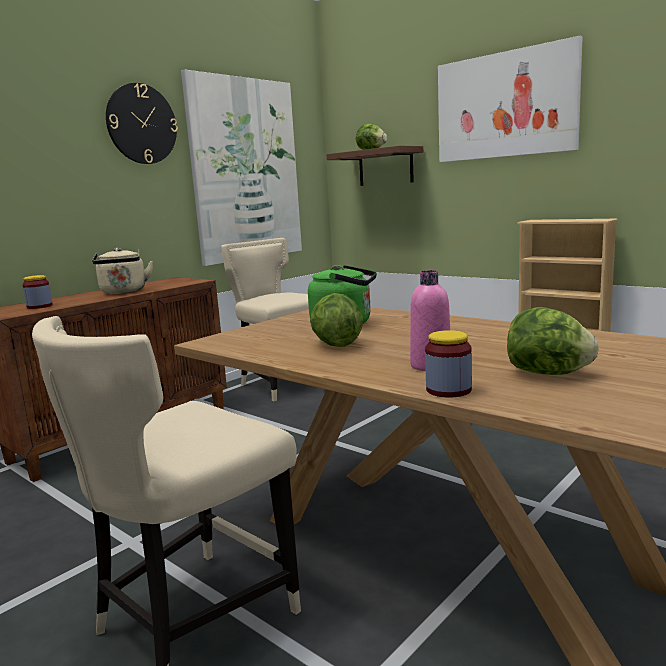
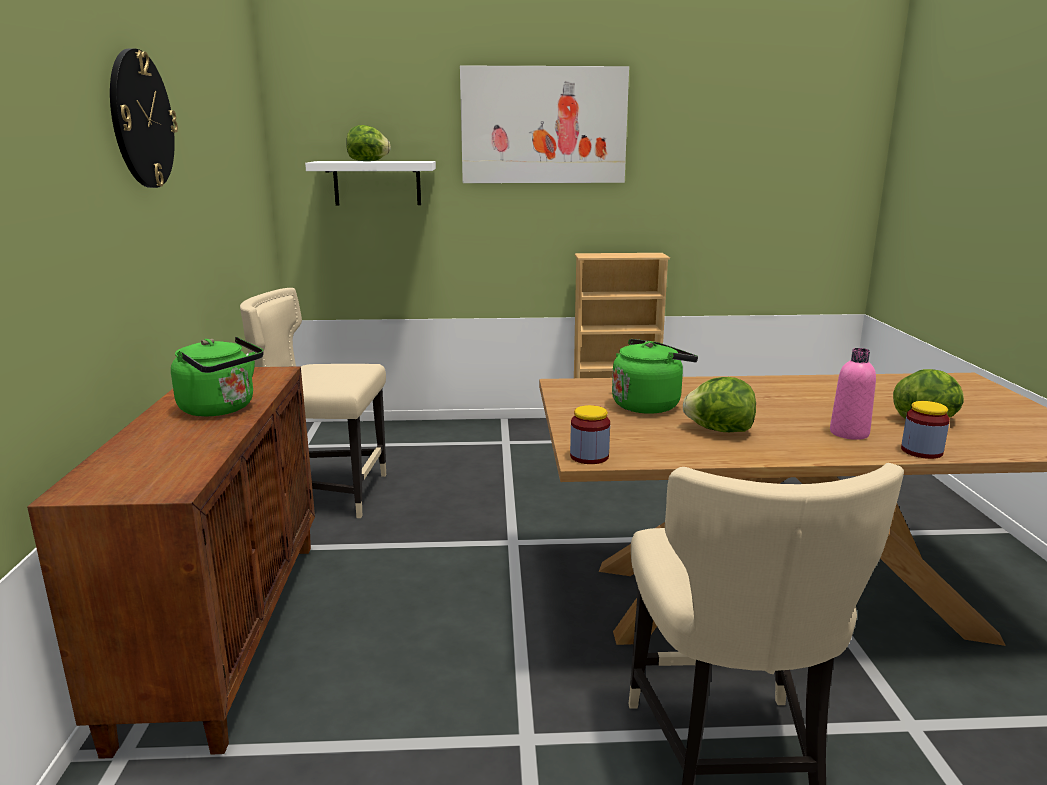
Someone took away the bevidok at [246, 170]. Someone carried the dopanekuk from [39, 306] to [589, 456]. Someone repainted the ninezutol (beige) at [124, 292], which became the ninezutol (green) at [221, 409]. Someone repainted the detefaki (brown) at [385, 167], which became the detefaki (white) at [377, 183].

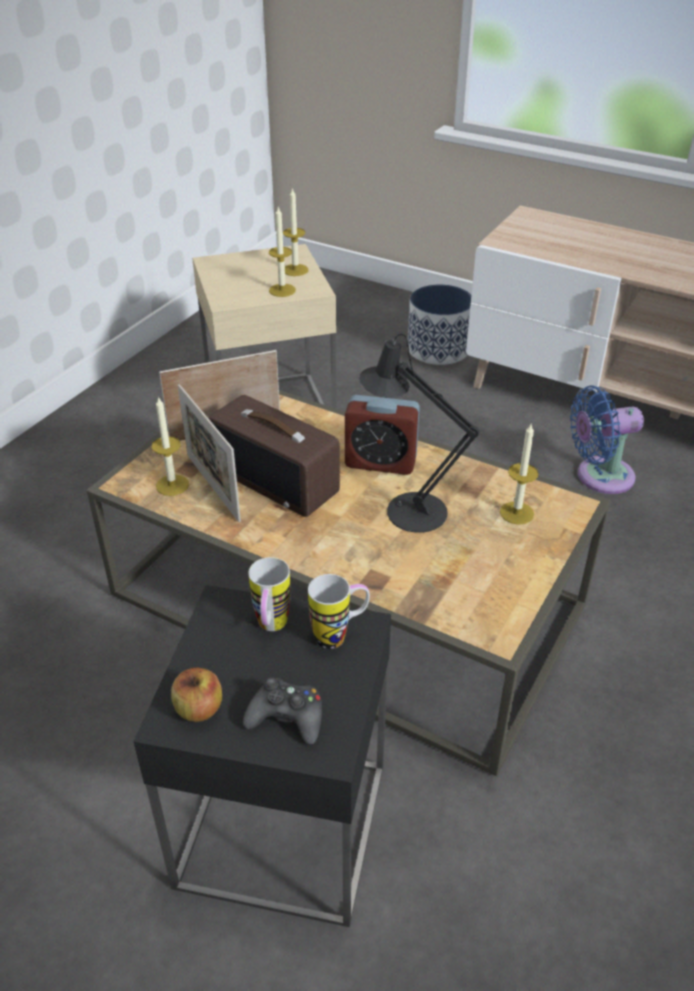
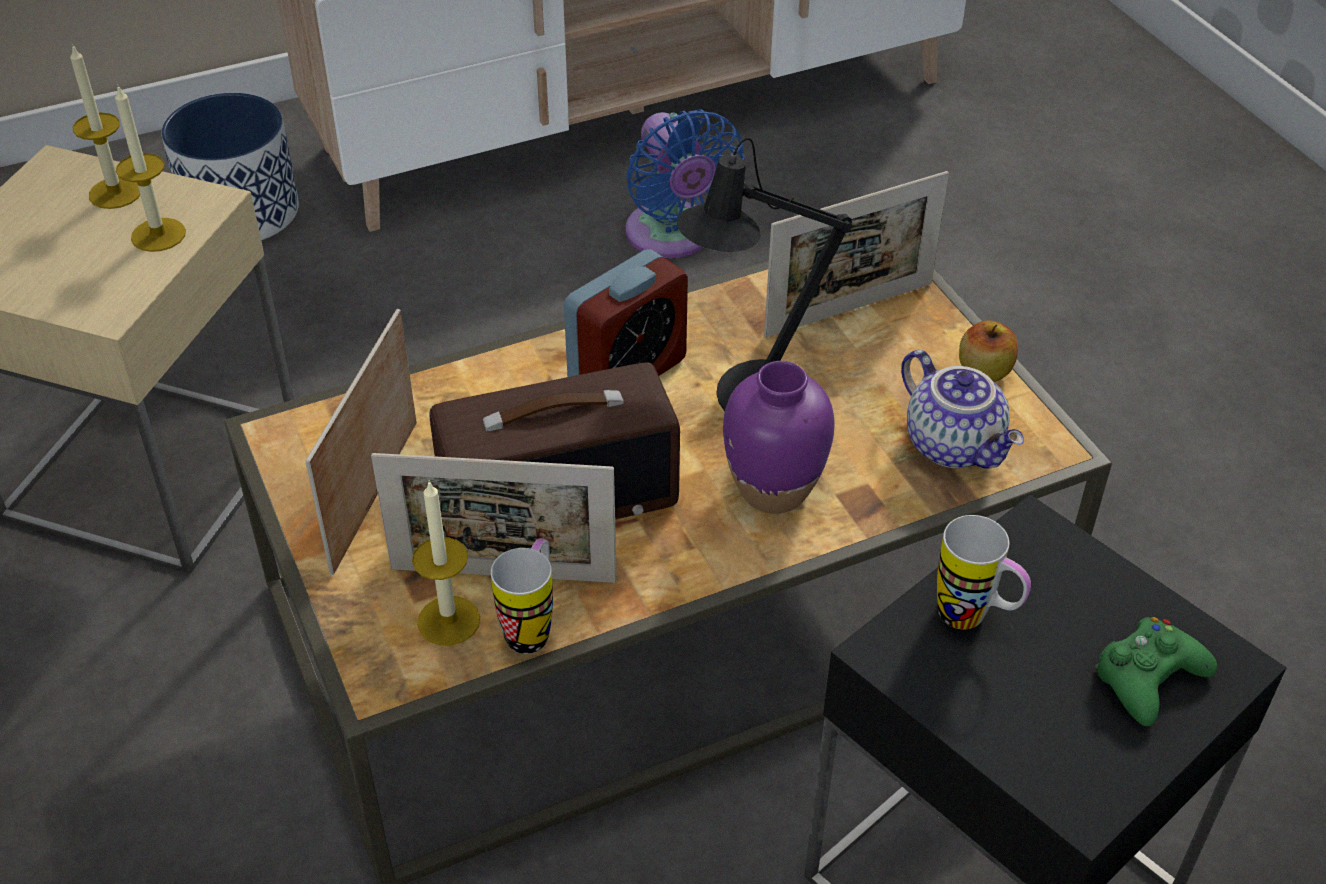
Someone put down the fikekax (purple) at [772, 490]. Someone put down the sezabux at [955, 445]. Someone carried the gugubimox from [199, 709] to [984, 372]. Someone carried the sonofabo from [339, 636] to [532, 626]. Someone swapped the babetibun at [516, 513] for the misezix at [849, 309]. Someone repainted the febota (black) at [287, 717], which became the febota (green) at [1148, 678]. Someone rotated the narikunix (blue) at [599, 477] by 45 degrees counterclockwise.

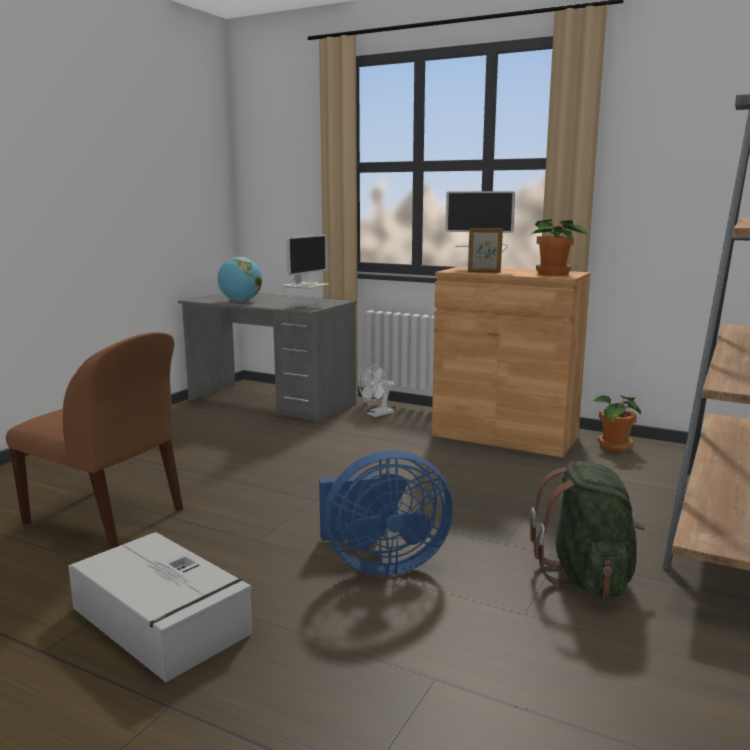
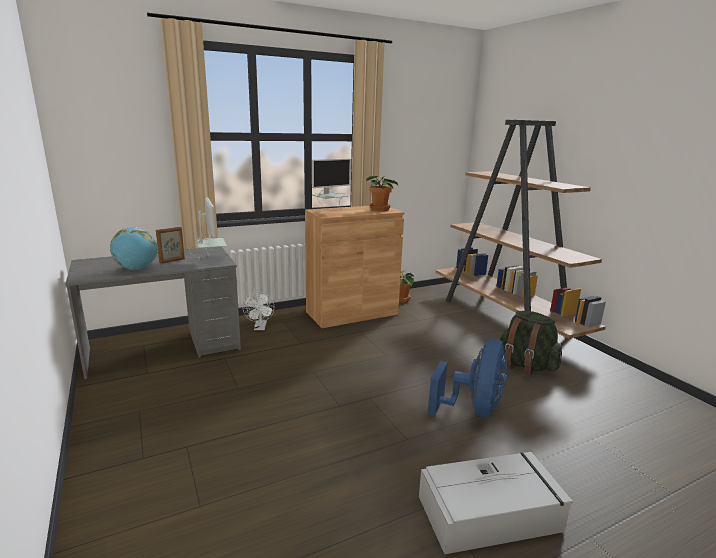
Someone took away the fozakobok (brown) at [107, 517]. Someone carried the misezix from [484, 272] to [172, 261].

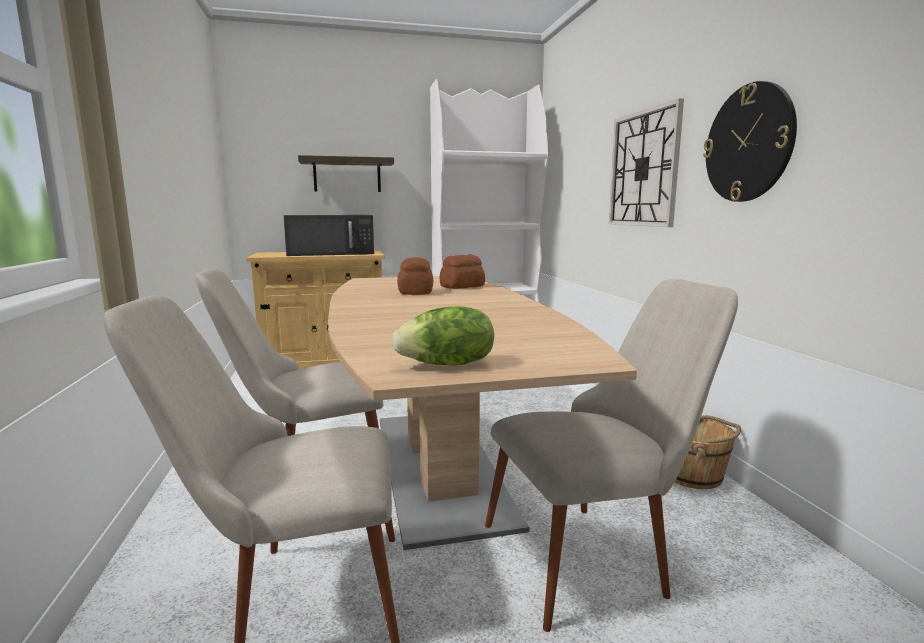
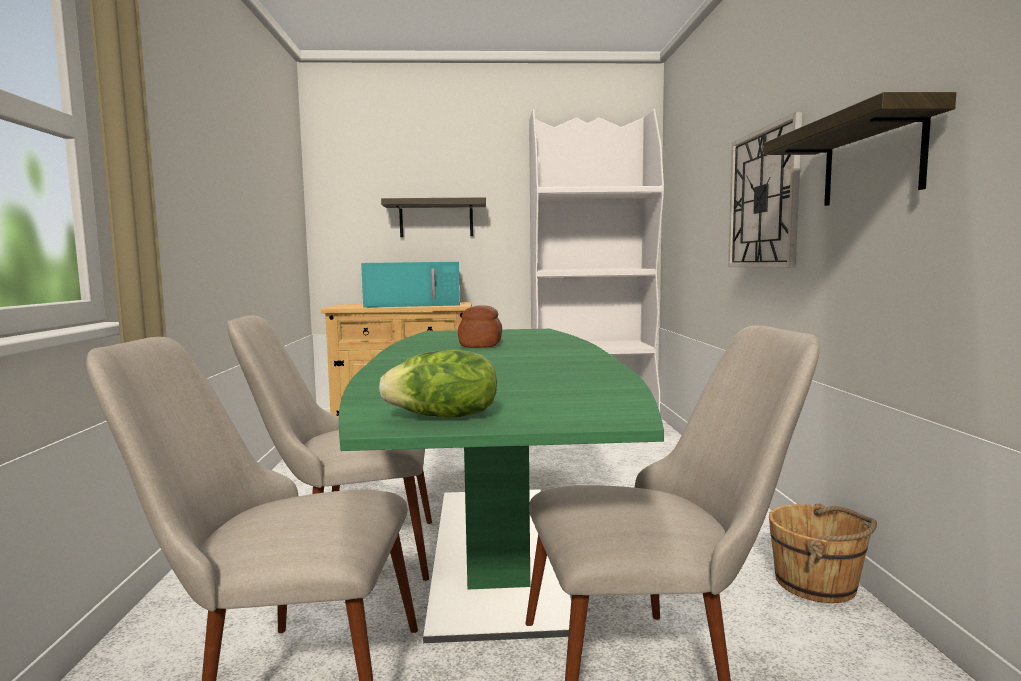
Someone took away the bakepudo at [461, 286]. Someone swapped the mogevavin at [748, 143] for the detefaki at [872, 160]. Someone repainted the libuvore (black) at [332, 253], which became the libuvore (turquoise) at [414, 304]. Someone repainted the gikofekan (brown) at [439, 466], which became the gikofekan (green) at [495, 551].

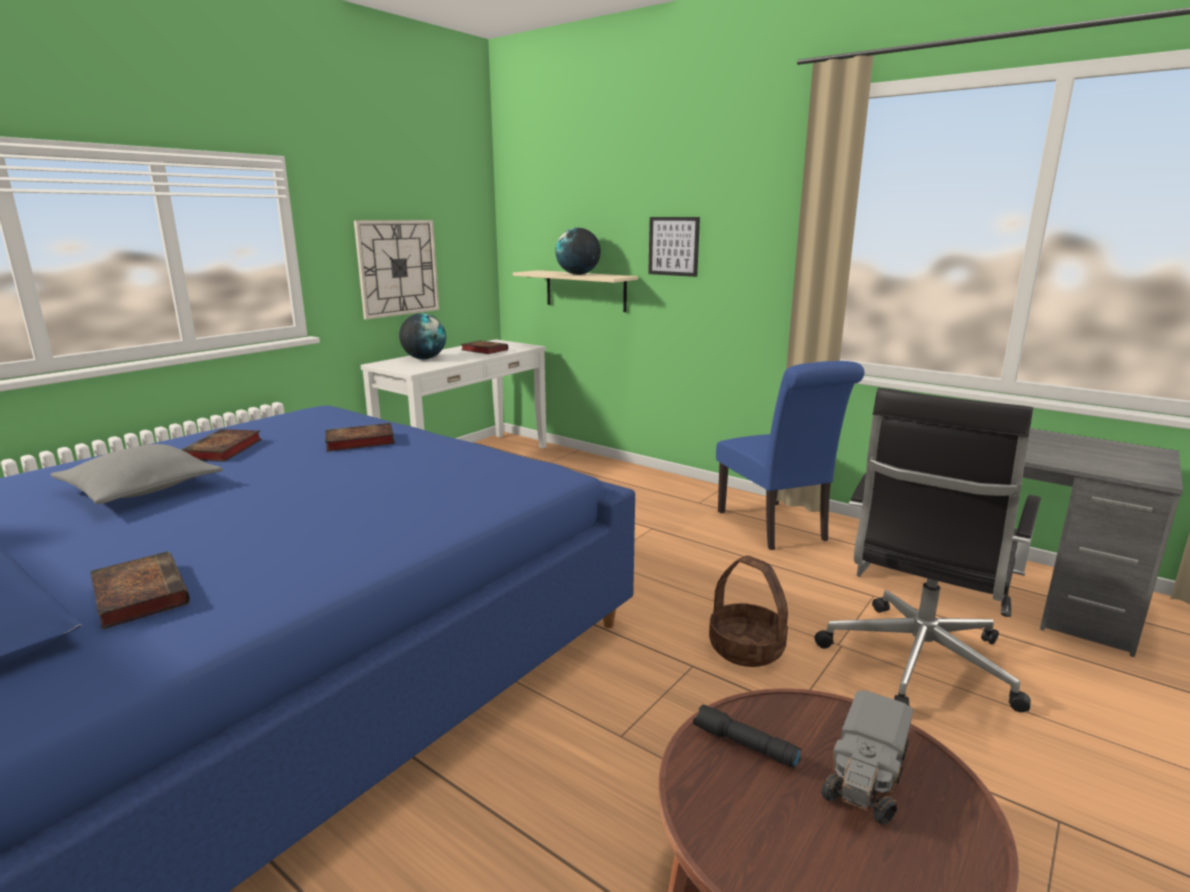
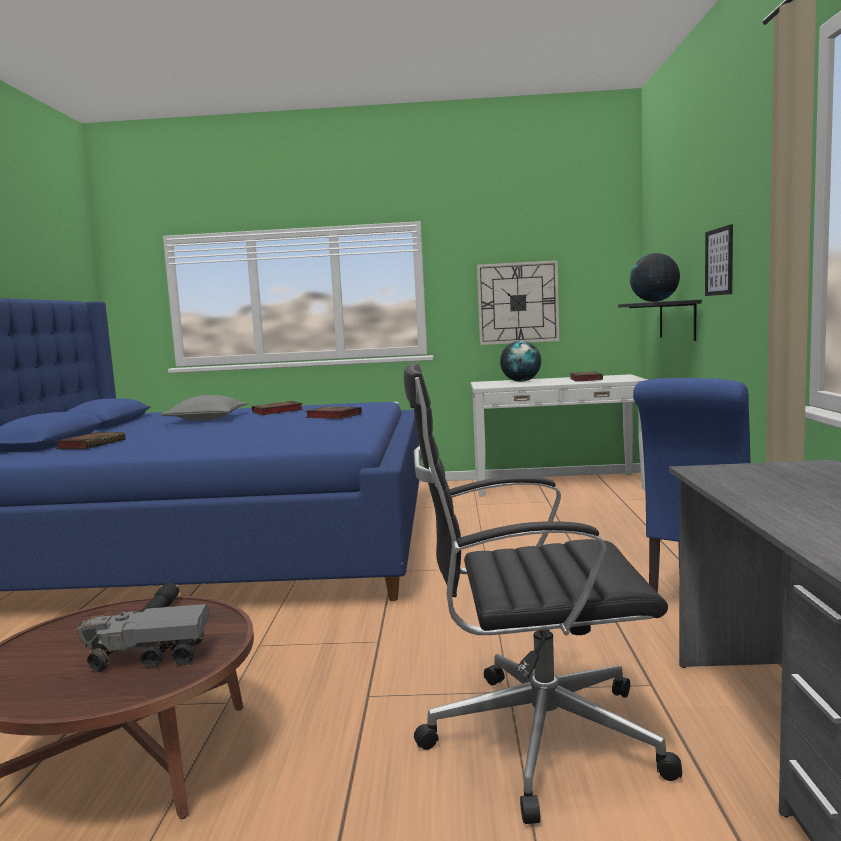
Someone took away the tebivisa at [747, 648]. Someone repainted the detefaki (beige) at [585, 290], which became the detefaki (black) at [677, 320].

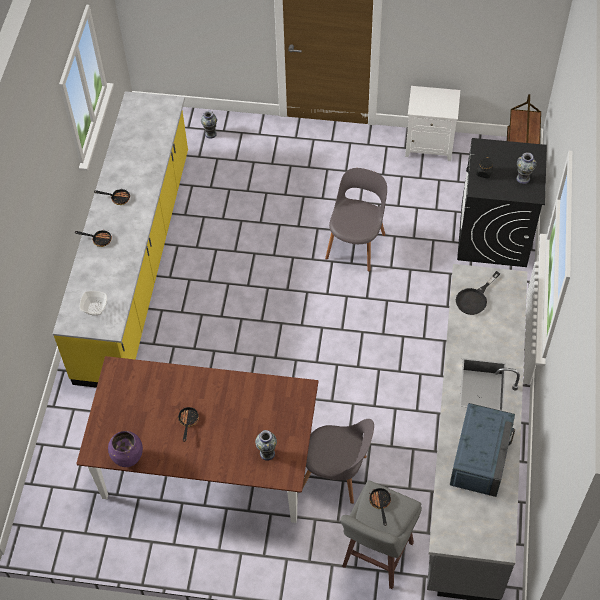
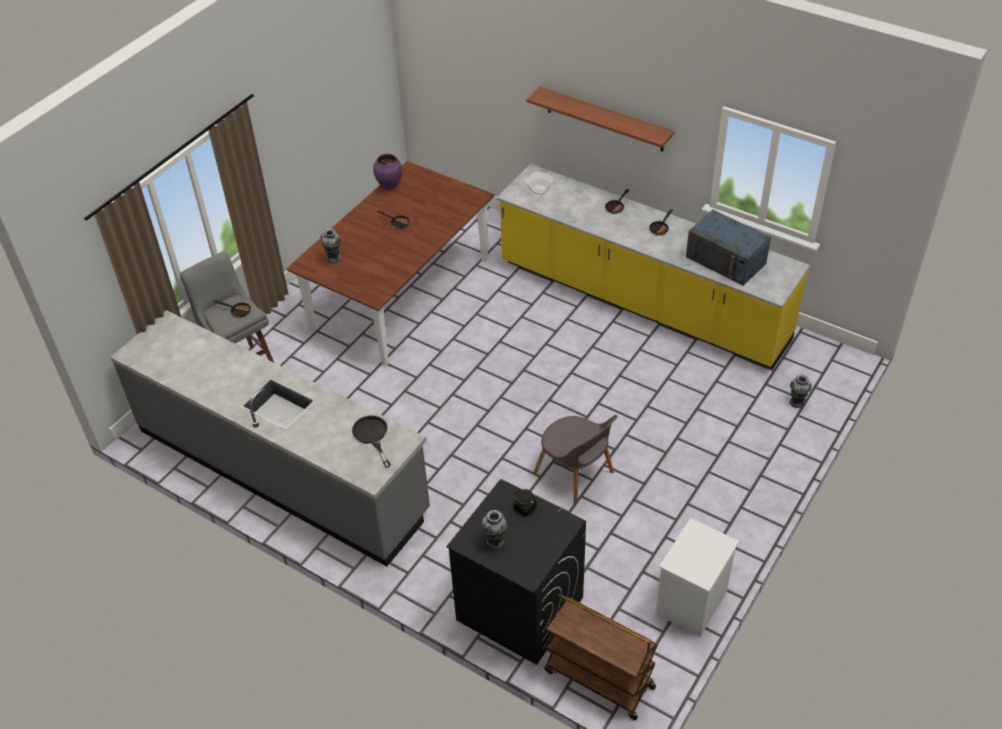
Someone took away the fozakobok (grey) at [336, 474]. Someone put up the detefaki at [605, 119]. Someone carried the libuvore (blue) from [480, 457] to [726, 260].

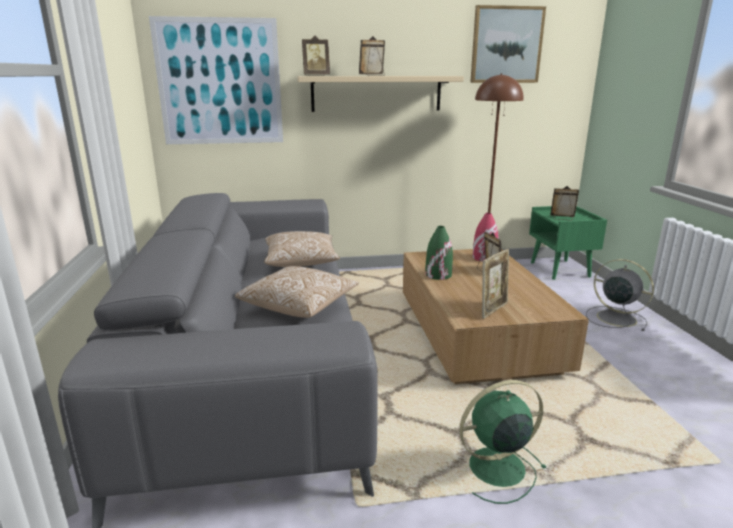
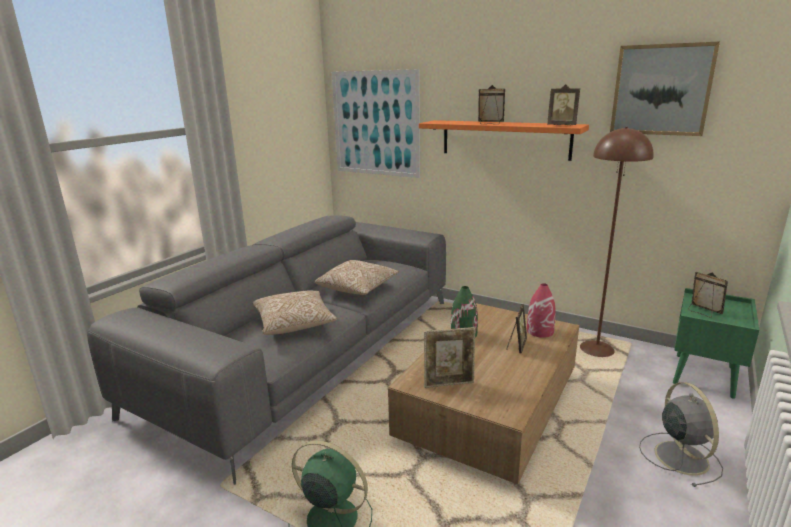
Someone carried the misezix from [316, 75] to [562, 125]. Someone repainted the detefaki (beige) at [376, 93], which became the detefaki (orange) at [504, 139].

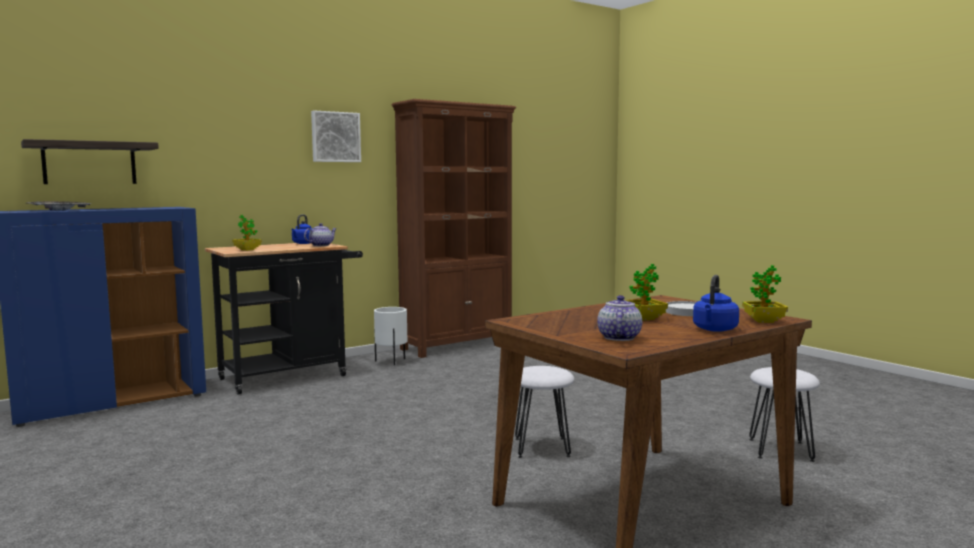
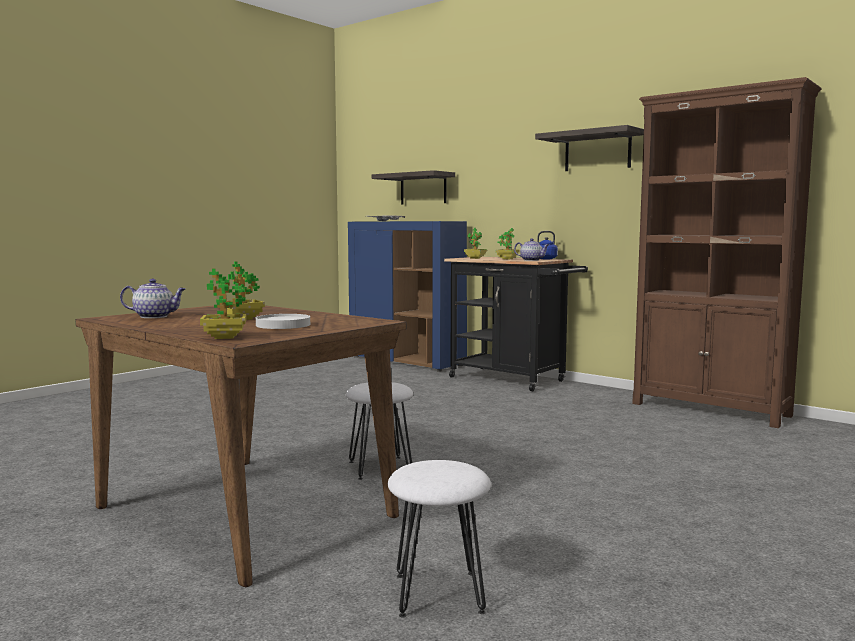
Someone took away the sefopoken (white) at [391, 362]. Someone took away the ninezutol (blue) at [714, 330]. Someone put down the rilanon at [507, 259]. Someone swapped the bevidok at [335, 137] for the detefaki at [597, 151].

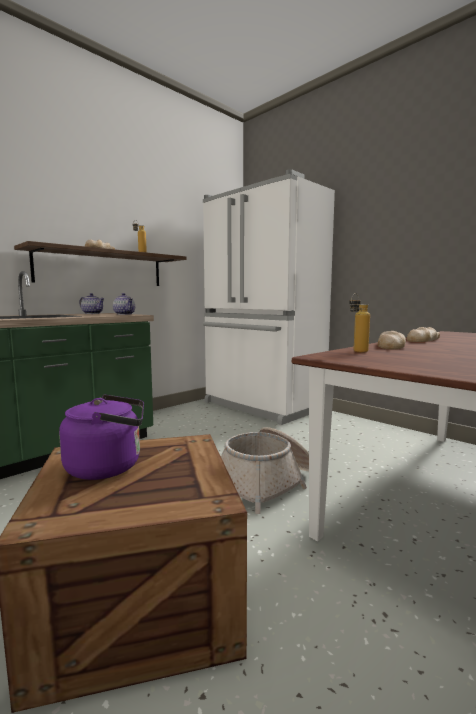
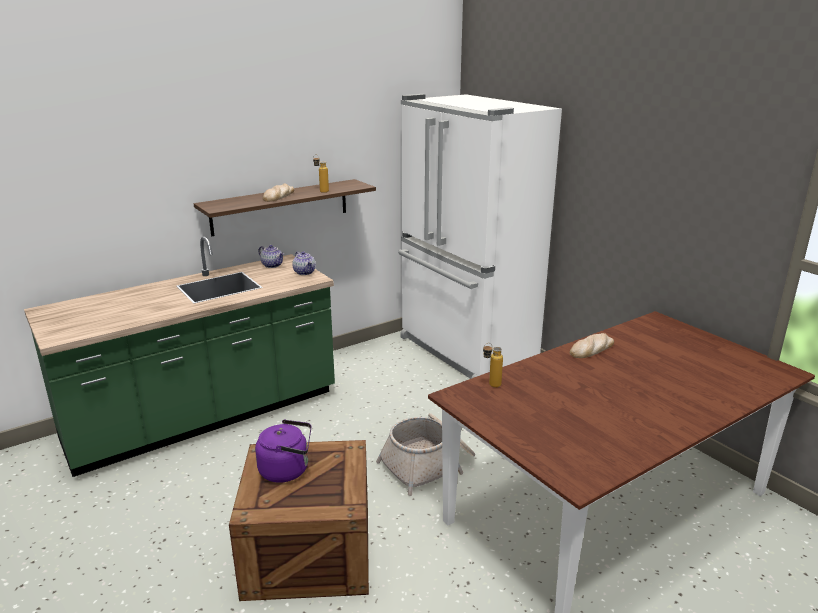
Someone took away the bakepudo at [391, 345].

